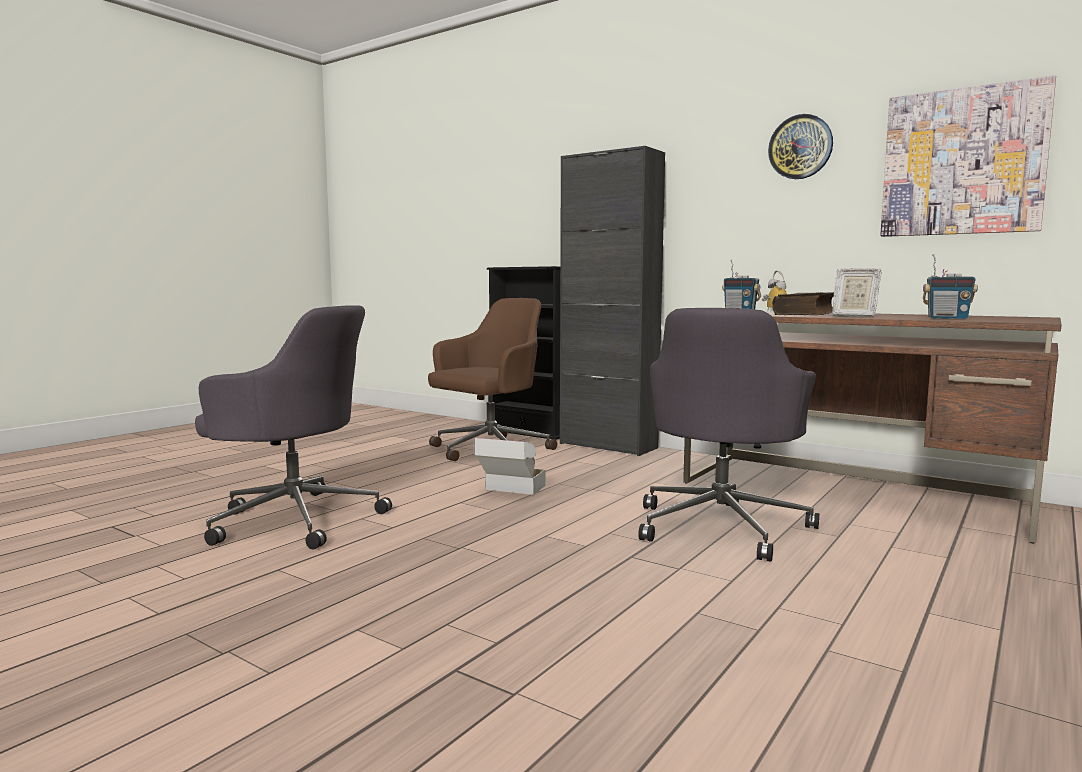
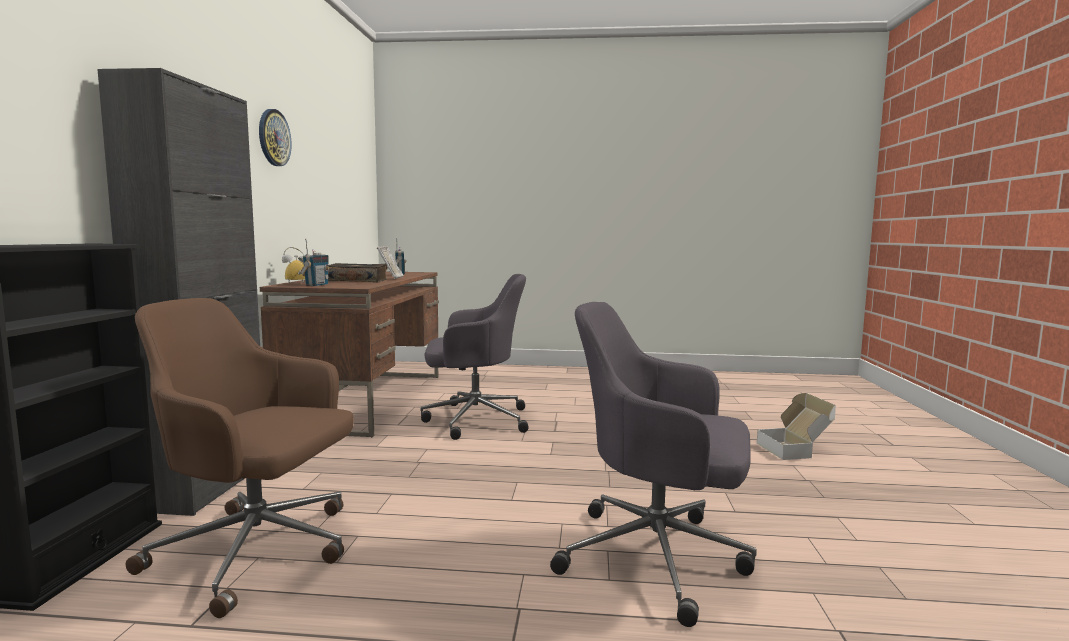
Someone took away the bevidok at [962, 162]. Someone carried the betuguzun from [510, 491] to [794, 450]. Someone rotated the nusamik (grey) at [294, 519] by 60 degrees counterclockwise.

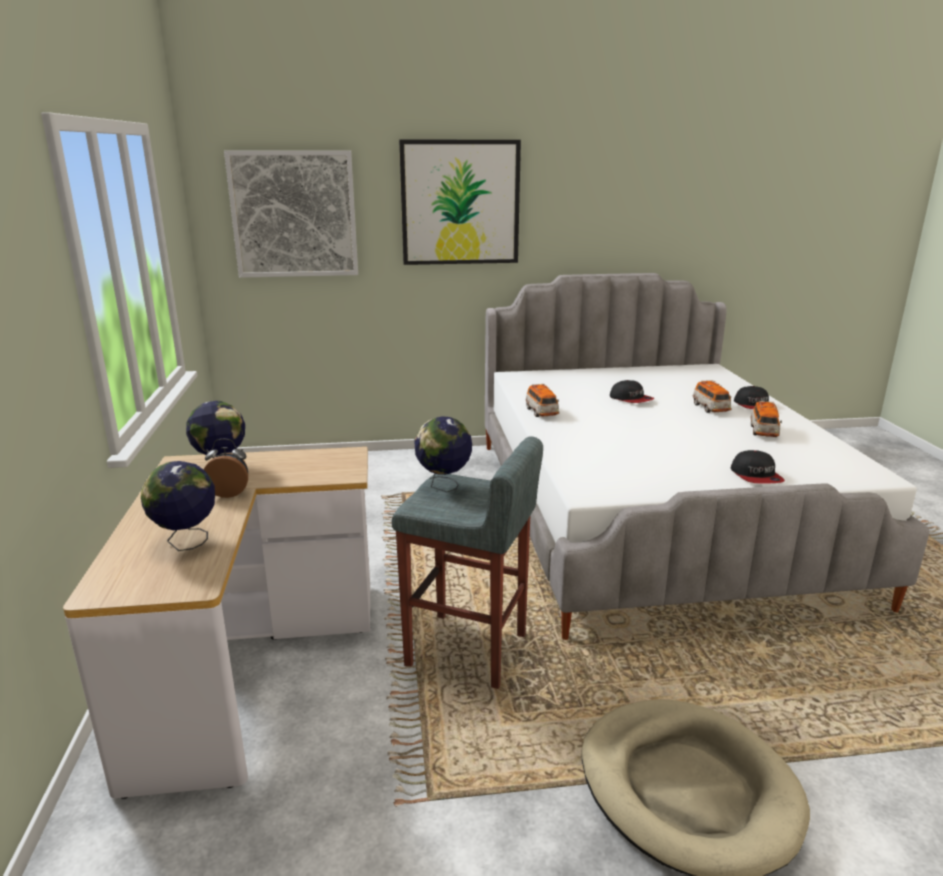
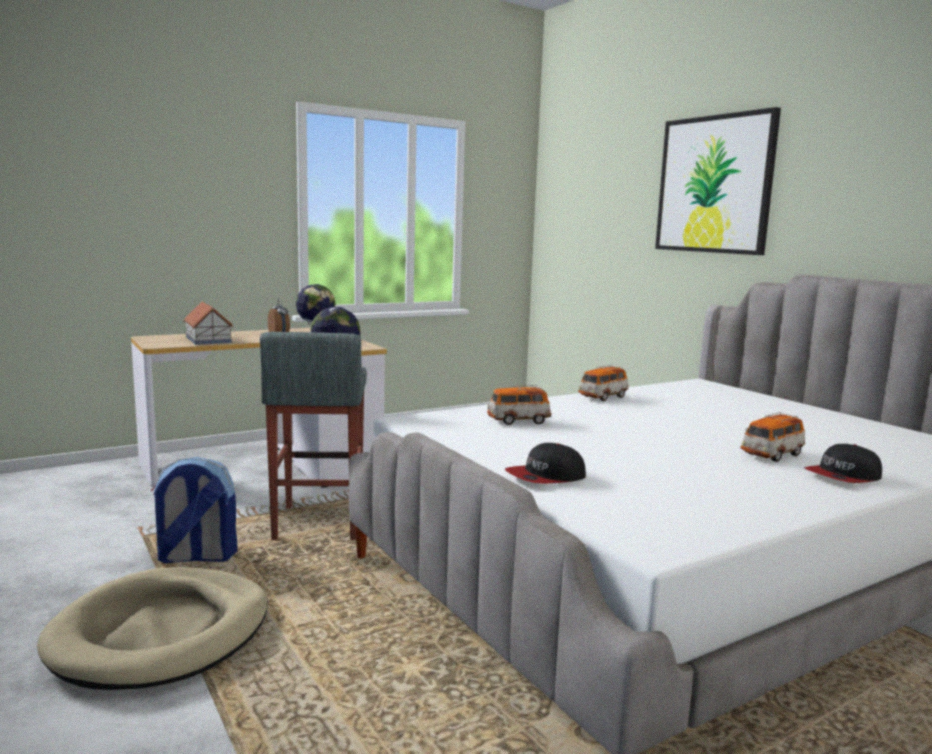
Someone took away the bevidok at [294, 214]. Someone took away the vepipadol at [631, 399]. Someone put down the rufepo at [196, 557]. Someone carried the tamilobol from [763, 432] to [518, 421]. Someone swapped the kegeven at [186, 542] for the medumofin at [208, 339].

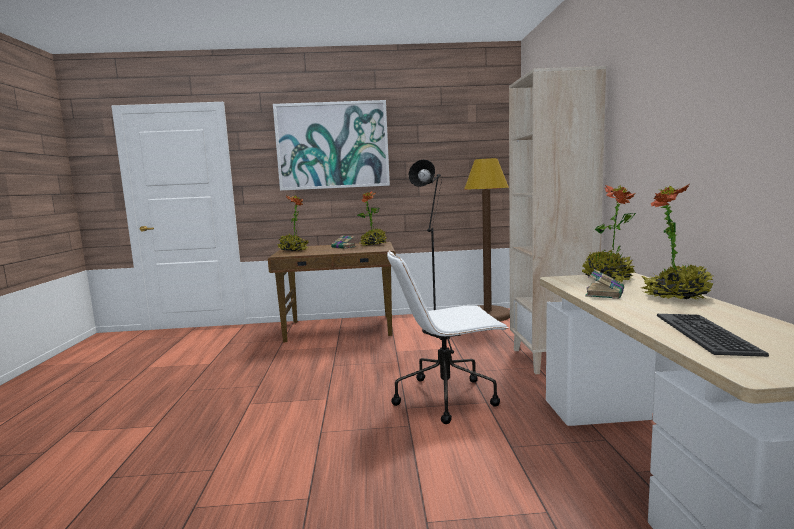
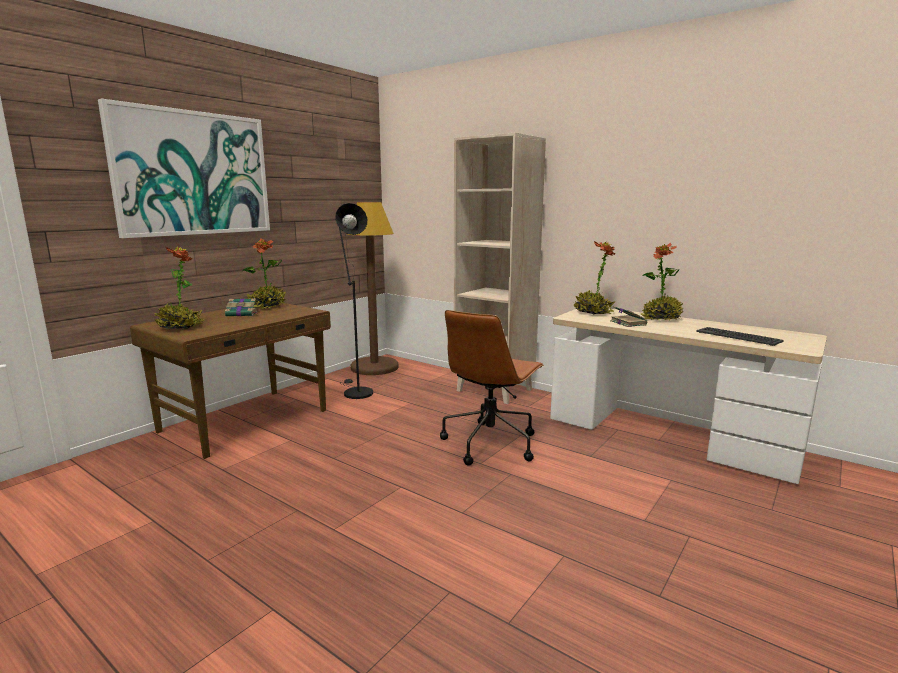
Someone repainted the nusamik (white) at [447, 397], which became the nusamik (brown) at [490, 443].

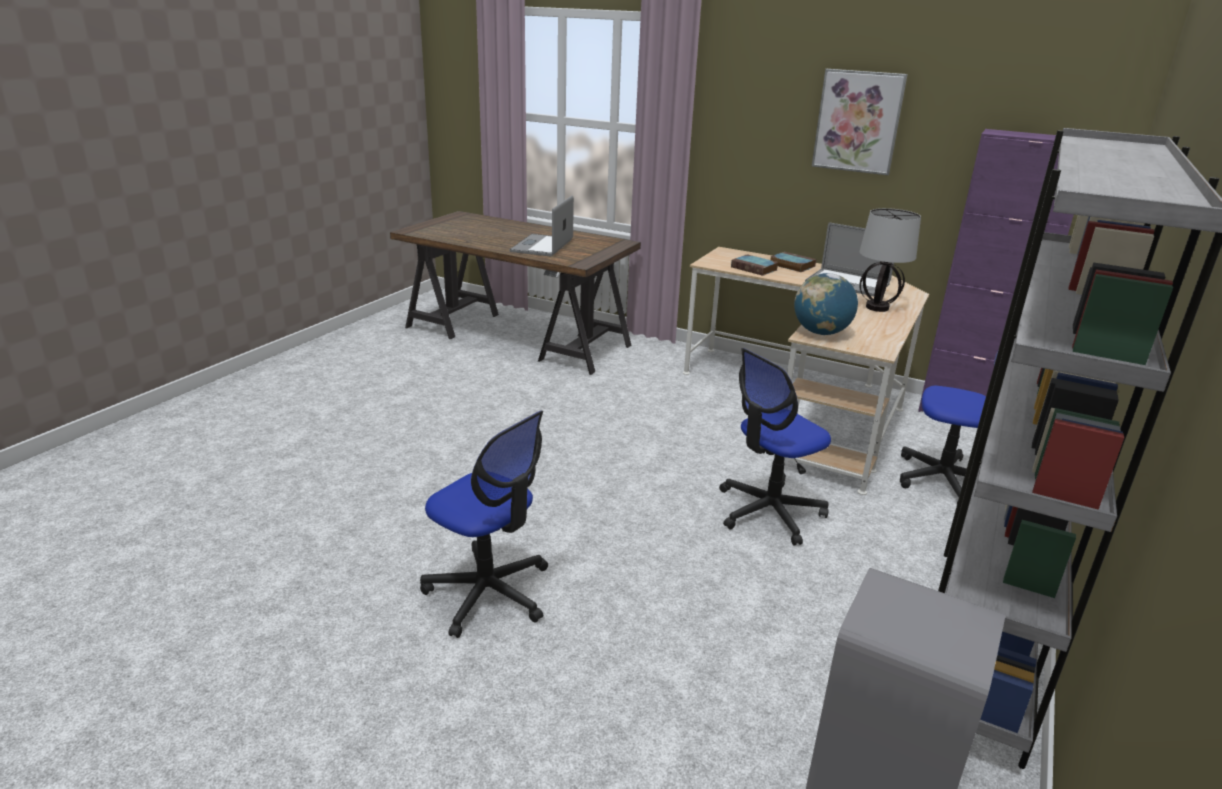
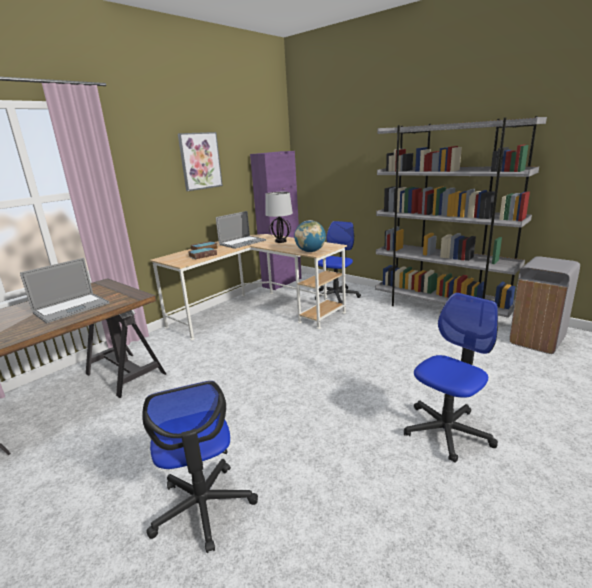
Someone carried the nusamik from [769, 512] to [203, 507]. Someone rotated the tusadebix at [542, 246] by 75 degrees counterclockwise.

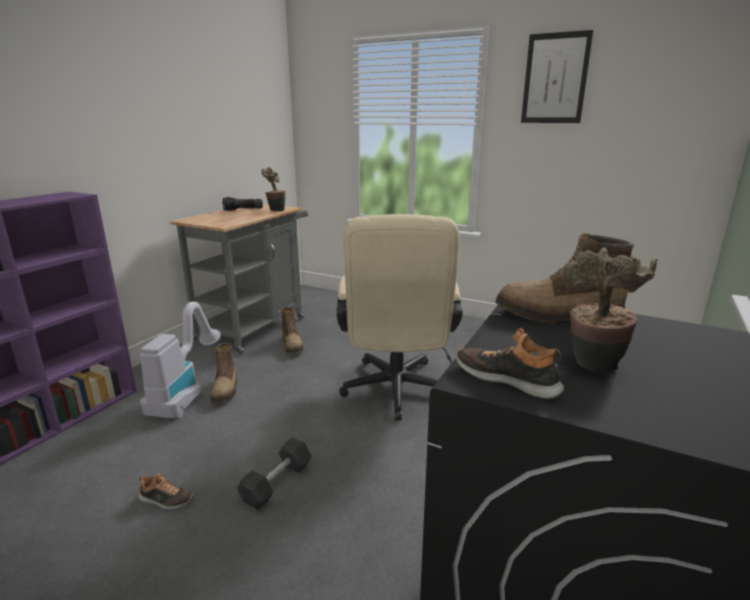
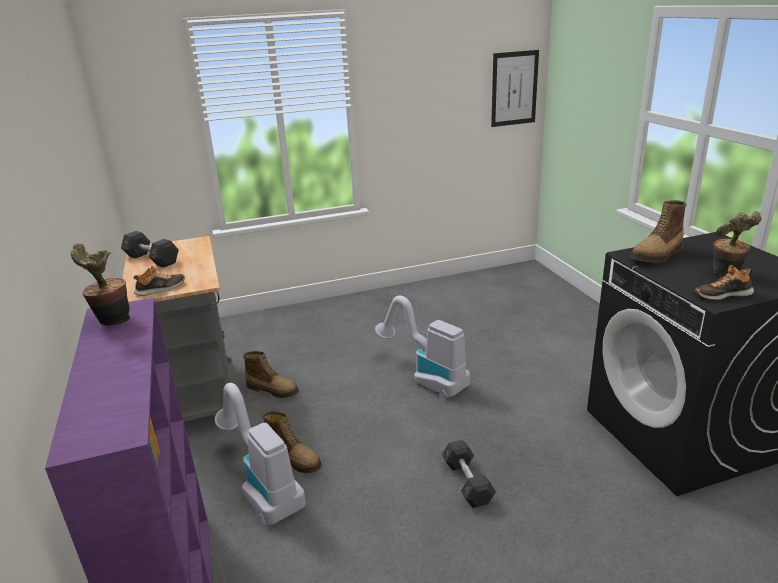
Someone carried the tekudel from [166, 500] to [161, 289]. Someone carried the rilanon from [276, 210] to [111, 321]. Someone carried the bevidok from [555, 79] to [514, 88]. Someone swapped the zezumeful at [243, 209] for the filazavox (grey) at [152, 259]. Someone swapped the nusamik (beige) at [396, 393] for the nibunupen at [425, 377].

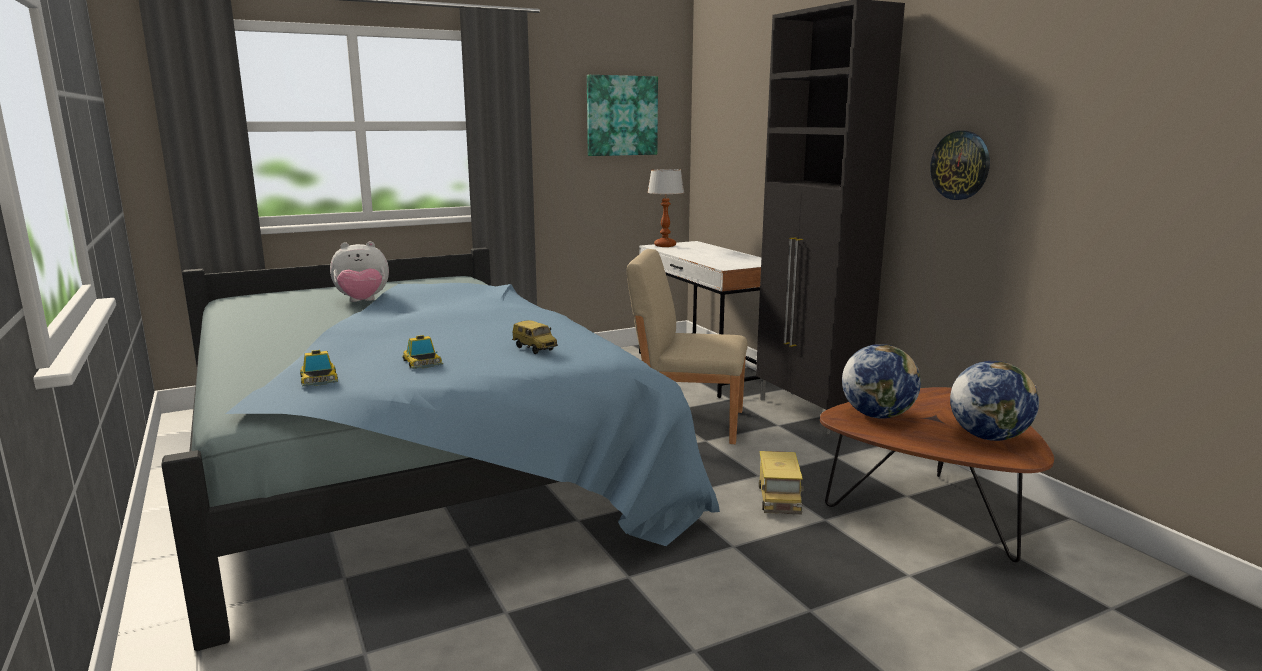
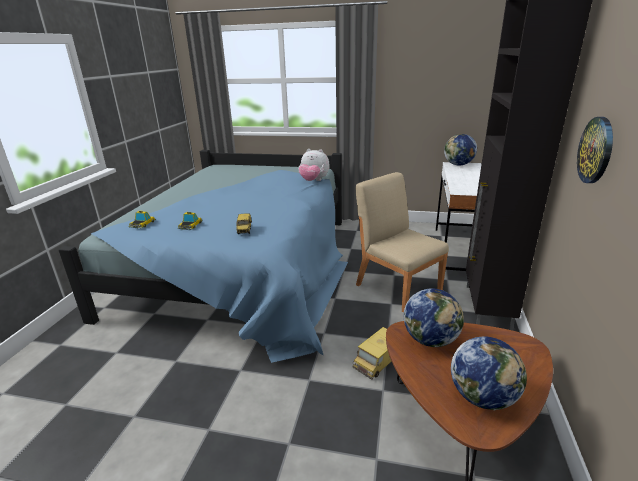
Someone took away the bevidok at [621, 116]. Someone carried the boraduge from [362, 302] to [313, 181]. Someone swapped the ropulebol at [665, 245] for the kegeven at [458, 165].

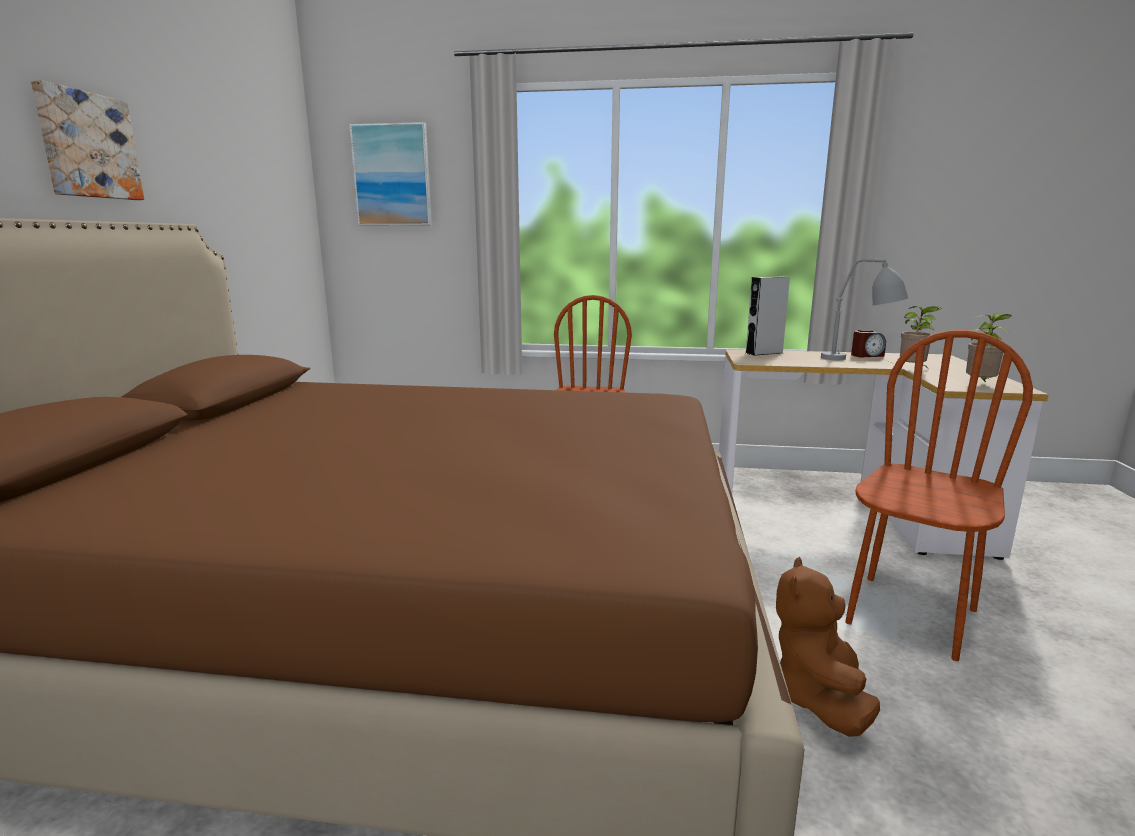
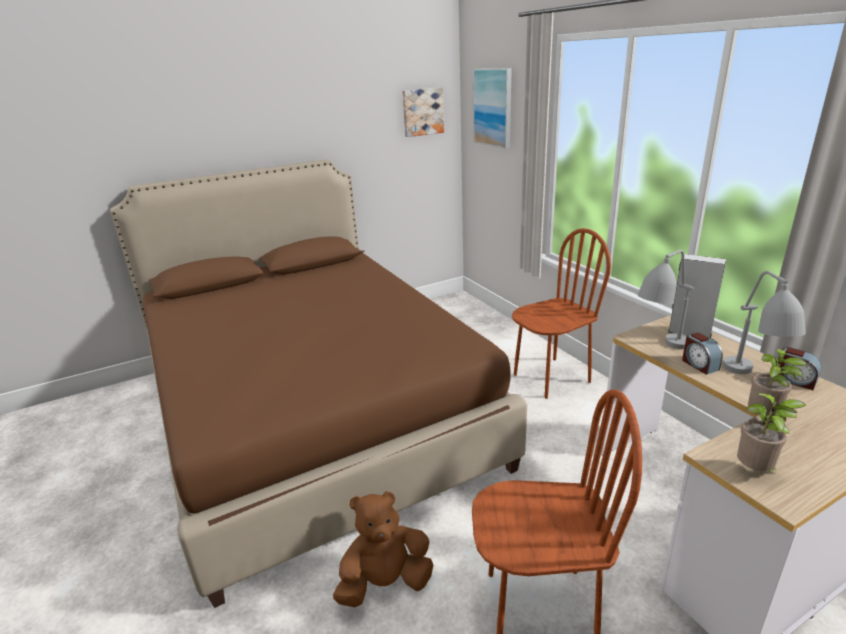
Someone put down the ropulebol (grey) at [660, 351]. Someone put down the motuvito at [699, 364]. Someone carried the bevidok from [87, 145] to [422, 112].

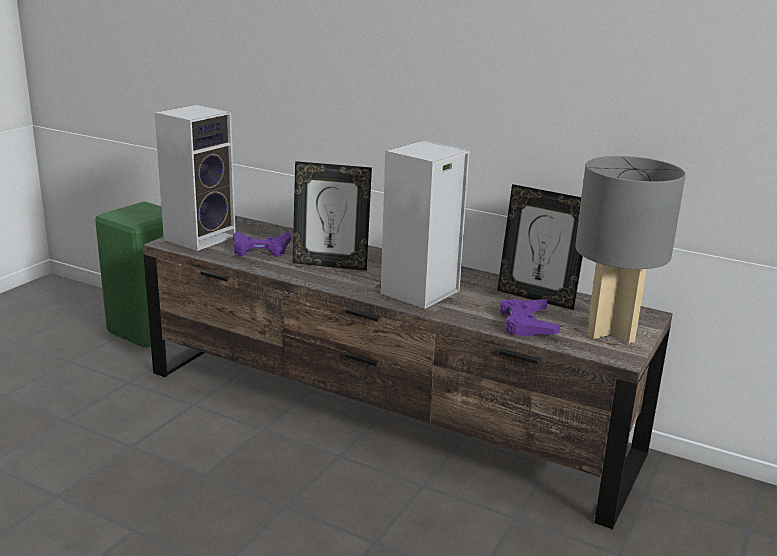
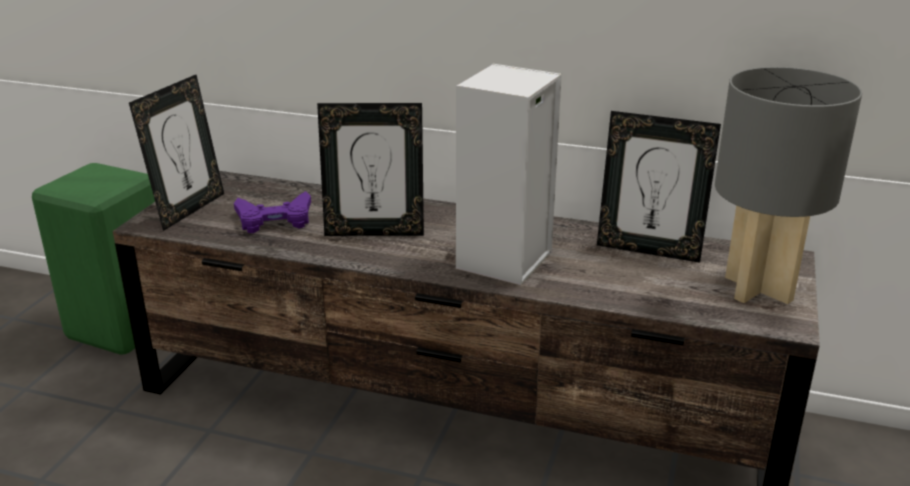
Someone took away the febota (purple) at [527, 323]. Someone swapped the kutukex at [201, 237] for the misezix at [188, 210].

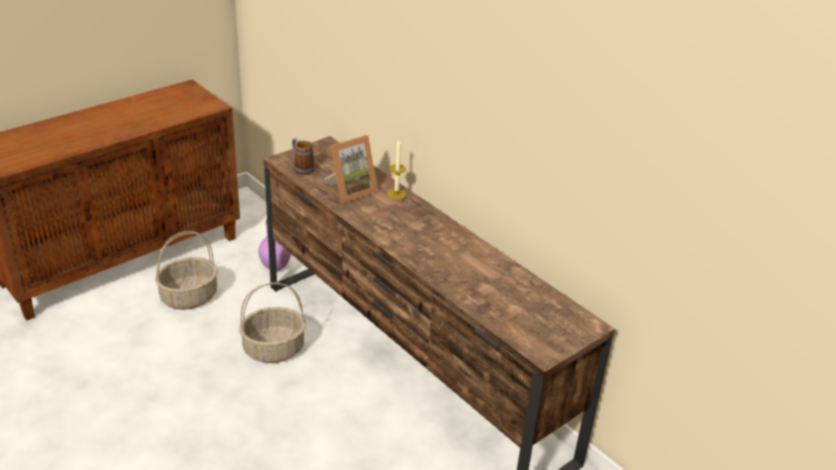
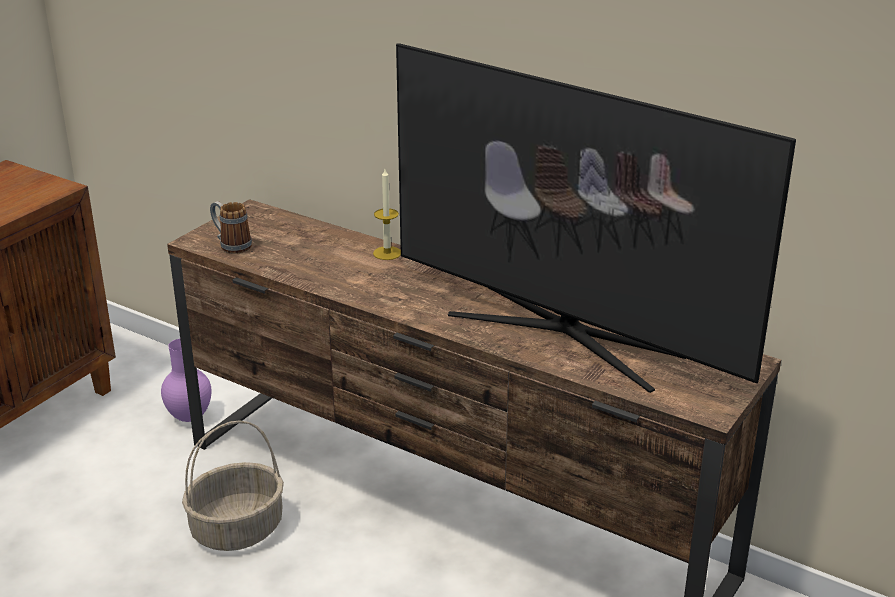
Someone took away the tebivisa at [189, 297]. Someone took away the misezix at [350, 190]. Someone put down the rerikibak at [564, 334].

